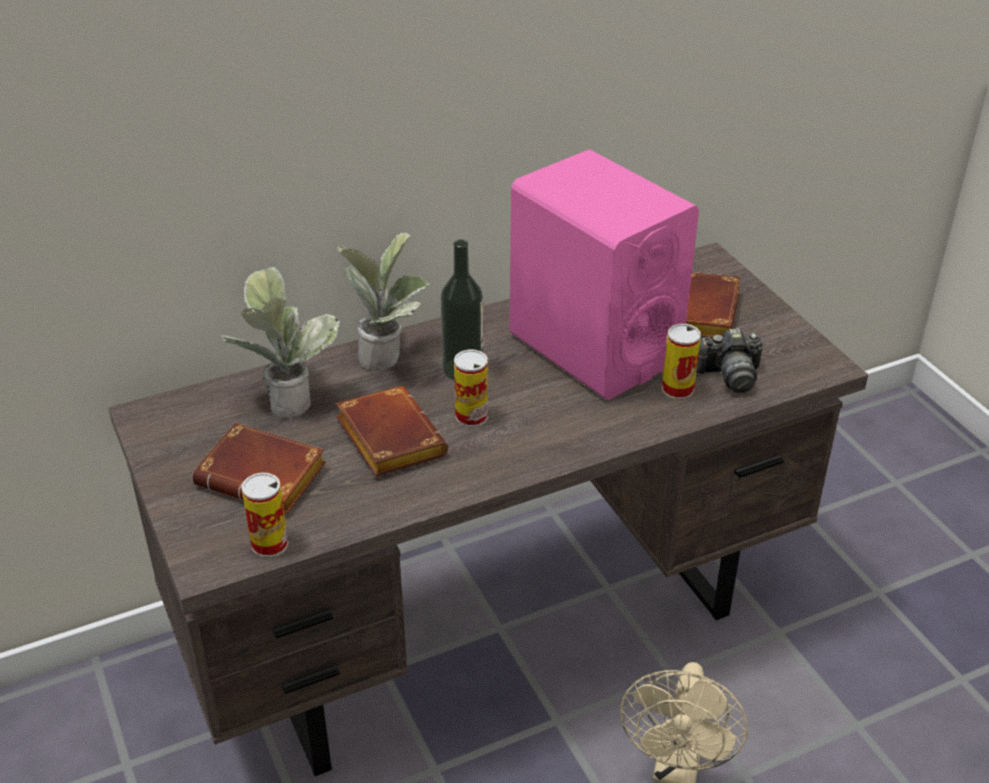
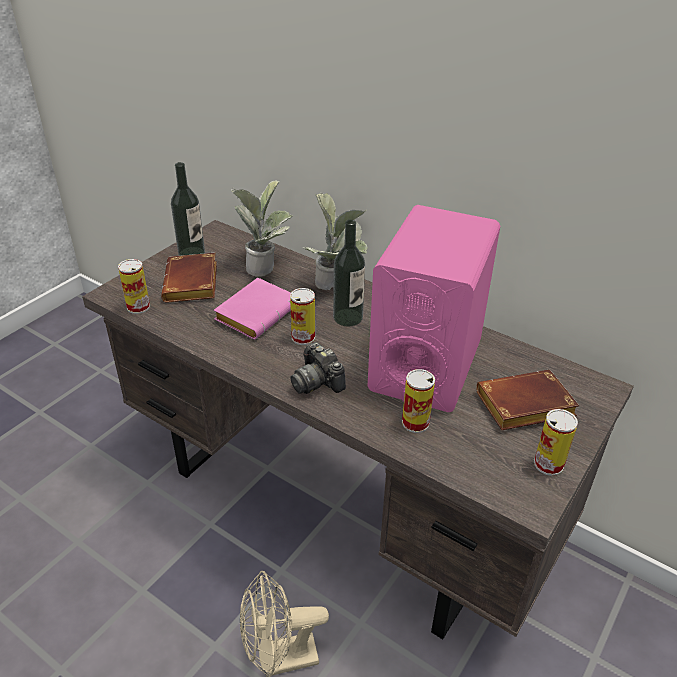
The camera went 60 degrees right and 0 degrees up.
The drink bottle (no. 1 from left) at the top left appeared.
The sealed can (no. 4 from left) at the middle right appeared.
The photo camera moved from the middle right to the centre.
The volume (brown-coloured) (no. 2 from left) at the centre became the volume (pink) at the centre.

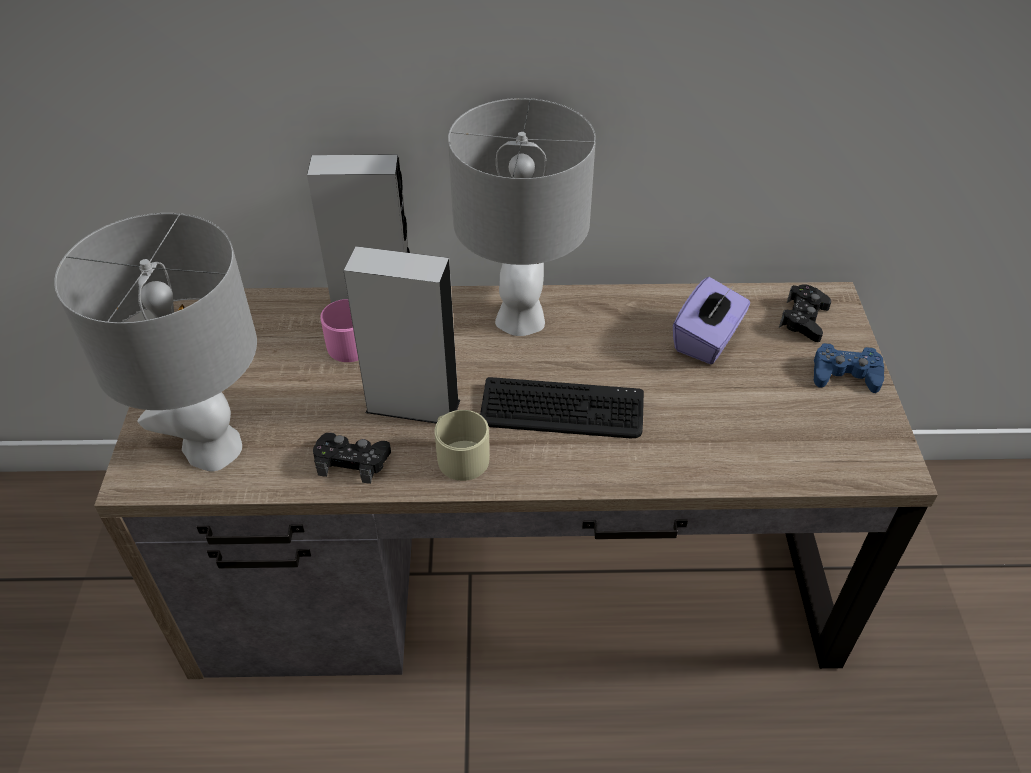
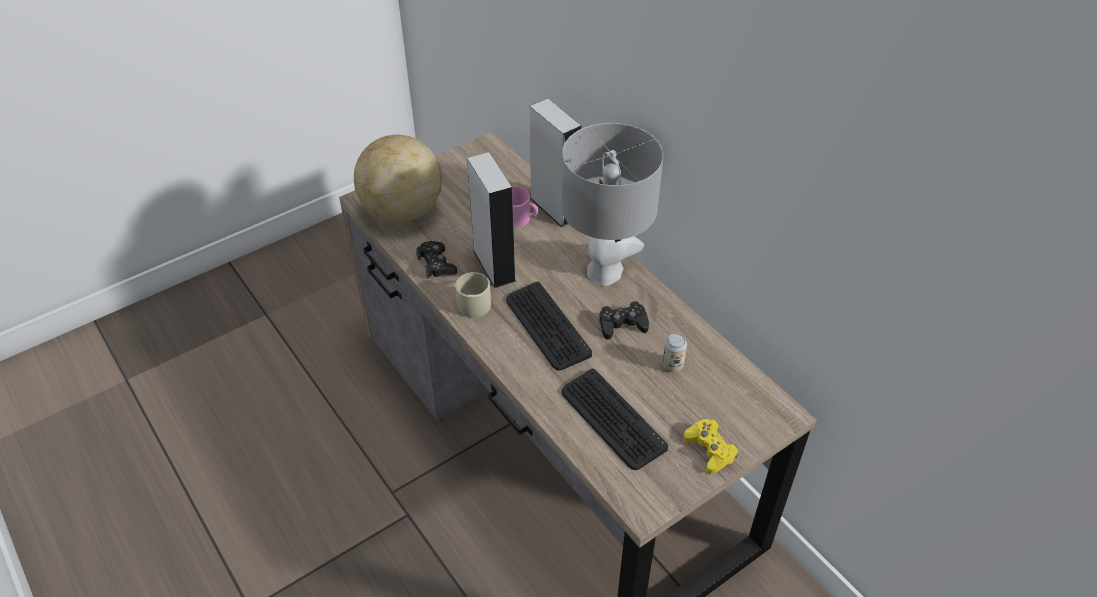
The camera went 55 degrees right and 0 degrees up.
The computer keyboard (no. 2 from left) at the bottom centre appeared.
The joypad (black) (no. 2 from left) moved from the middle right to the centre.
The table lamp (grey) (no. 1 from left) at the middle left was replaced by the world globe at the top centre.
The box of tissues (purple) at the middle right was replaced by the sealed can at the centre.
The joypad (blue) at the middle right became the joypad (yellow-coloured) at the bottom centre.

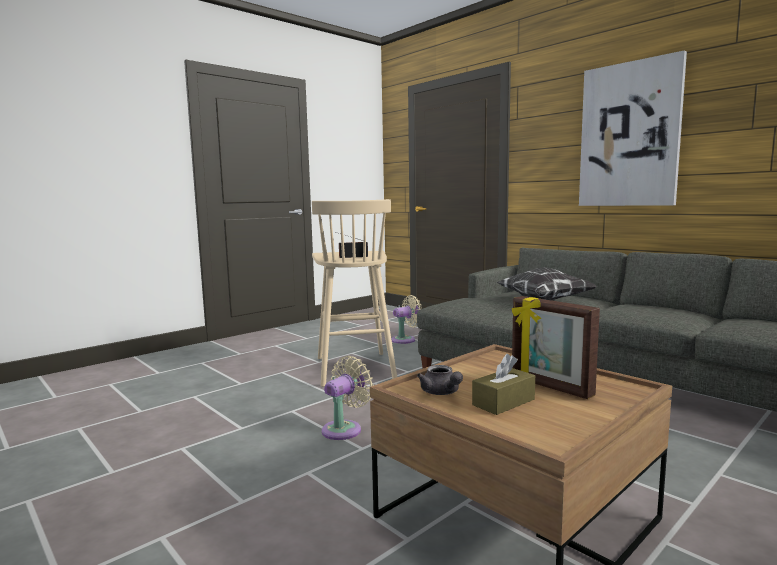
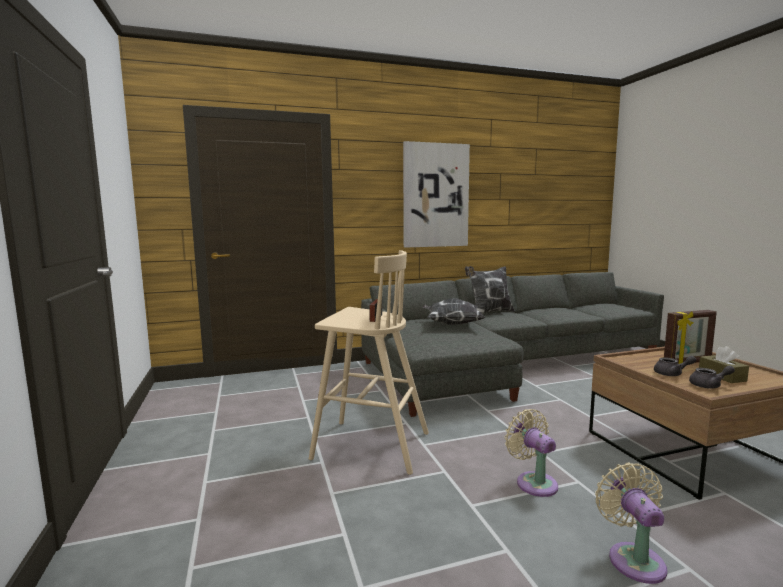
The camera went 65 degrees left and 0 degrees up.
The throw pillow (no. 2 from left) at the centre appeared.
The tea pot (grey) (no. 1 from left) at the middle right appeared.
The fan (sand-coloured) (no. 2 from left) moved from the centre to the bottom right.

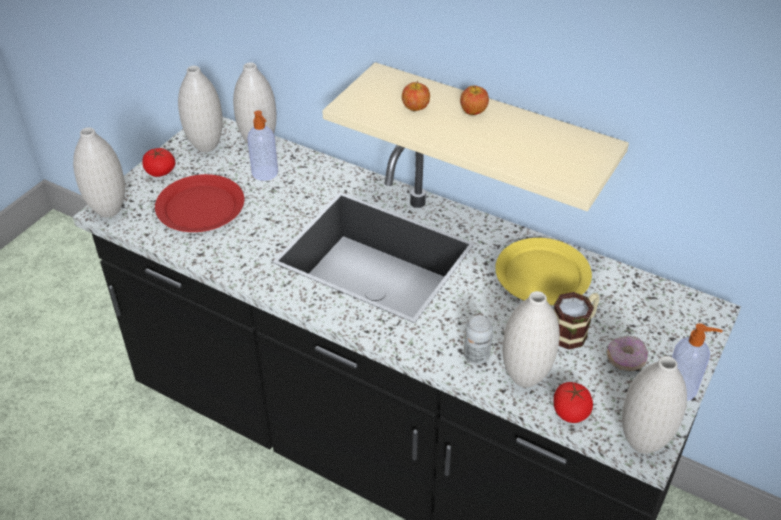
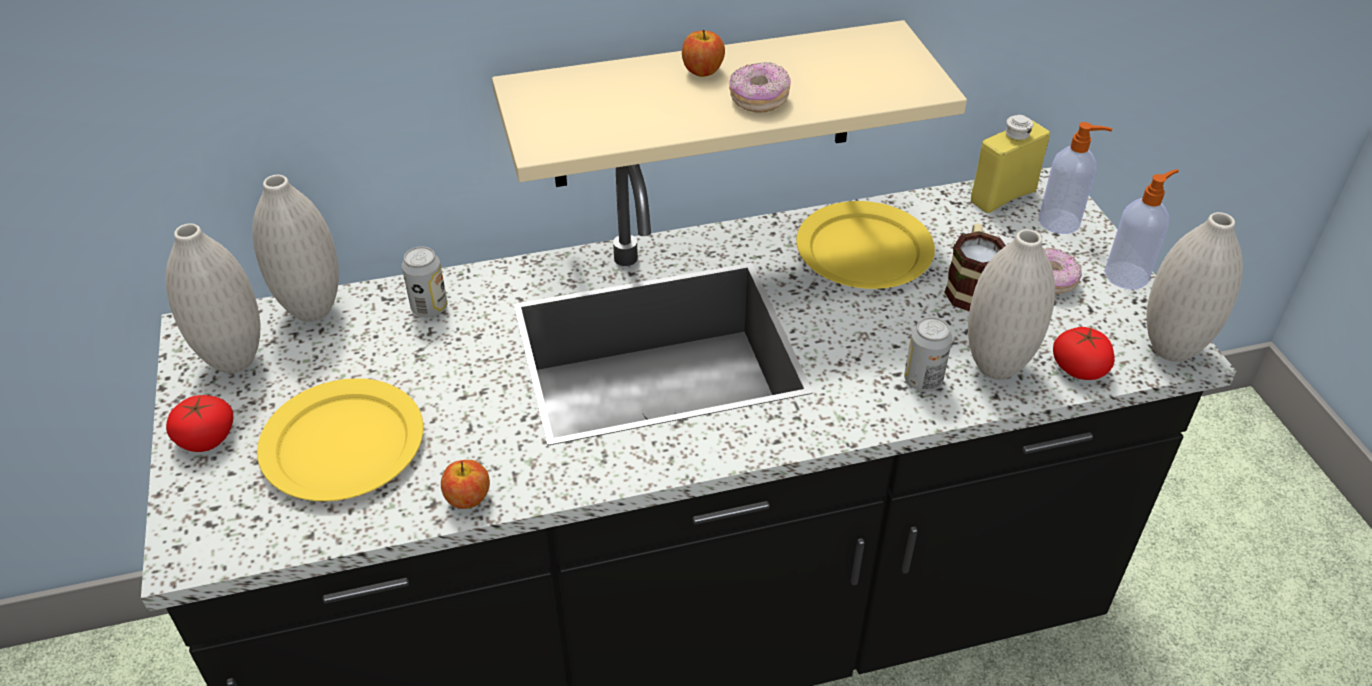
The camera went 45 degrees left and 0 degrees up.
The flower vase (whitish) (no. 1 from left) at the top left disappeared.
The sealed can (no. 1 from left) at the middle left appeared.
The donut (no. 1 from left) at the top centre appeared.
The drink bottle (yellow-coloured) at the top right appeared.
The soap bottle (no. 1 from left) moved from the top centre to the top right.
The apple fruit (no. 1 from left) moved from the top centre to the bottom centre.
The flat dish (red) at the middle left became the flat dish (yellow-coloured) (no. 1 from left) at the middle left.

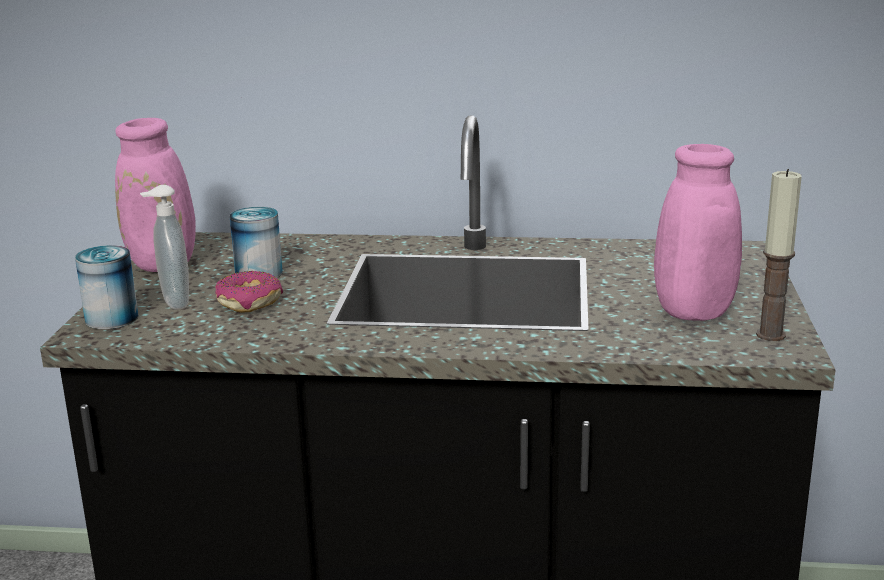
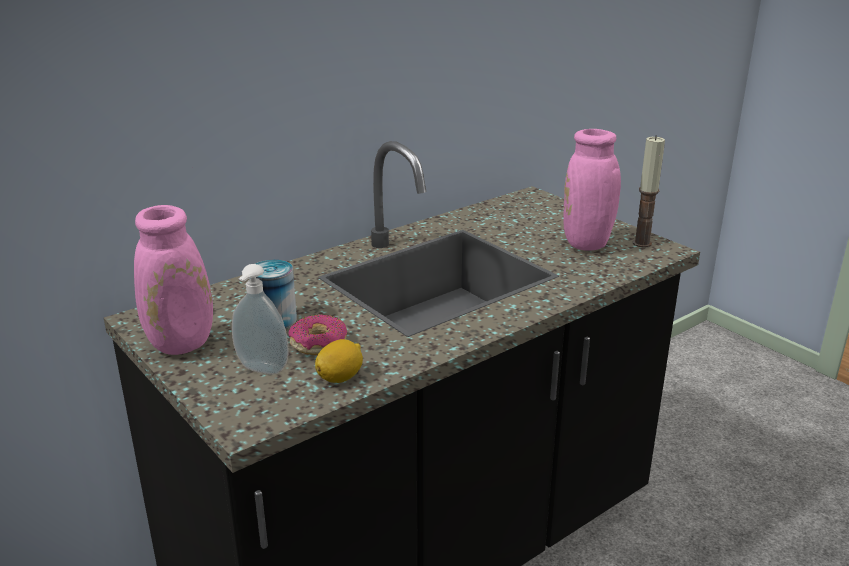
The camera went 45 degrees left and 5 degrees up.
The sealed can (no. 1 from left) at the middle left disappeared.
The lemon at the centre appeared.

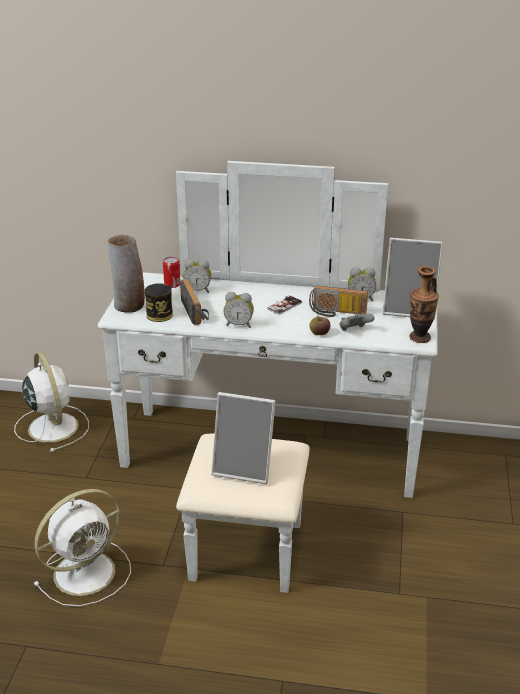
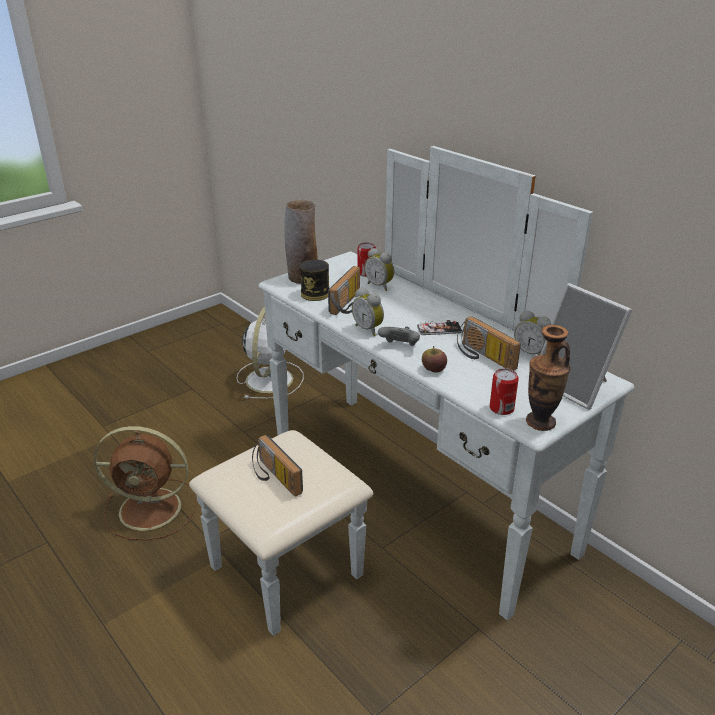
The camera went 40 degrees right and 0 degrees up.
The sealed can (no. 3 from left) at the middle right appeared.
The joypad (grey) moved from the middle right to the centre.
The photo frame (no. 1 from left) at the centre was replaced by the radio (no. 1 from left) at the centre.
The fan (whitish) (no. 2 from left) at the bottom left became the fan (brown-coloured) at the bottom left.

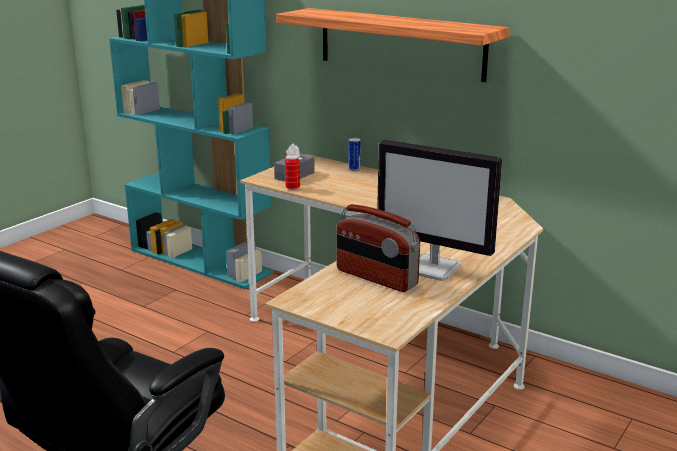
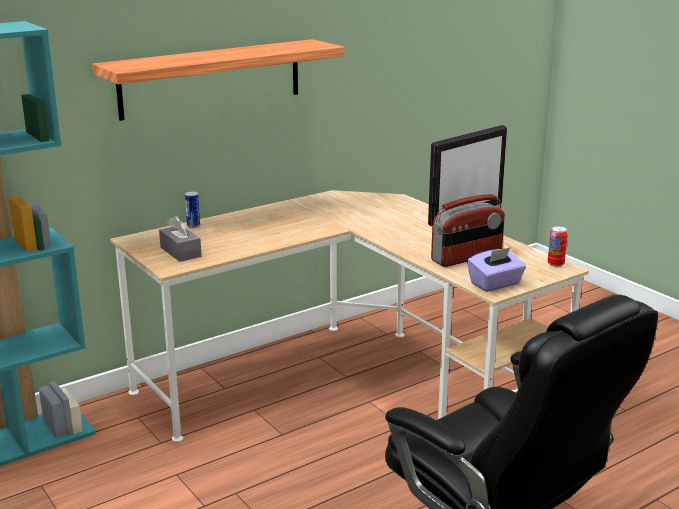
The camera went 70 degrees left and 0 degrees up.
The box of tissues (purple) at the middle right appeared.
The sealed can (no. 1 from left in the first image) moved from the centre to the middle right.

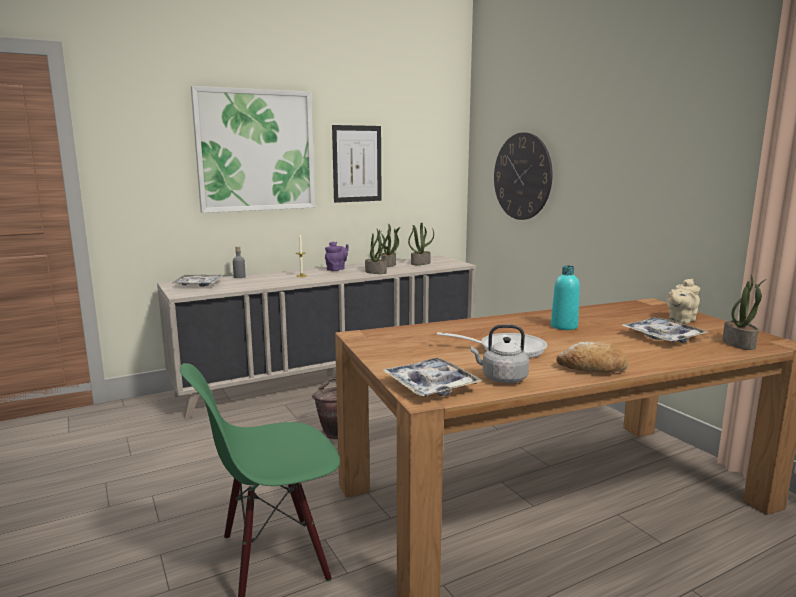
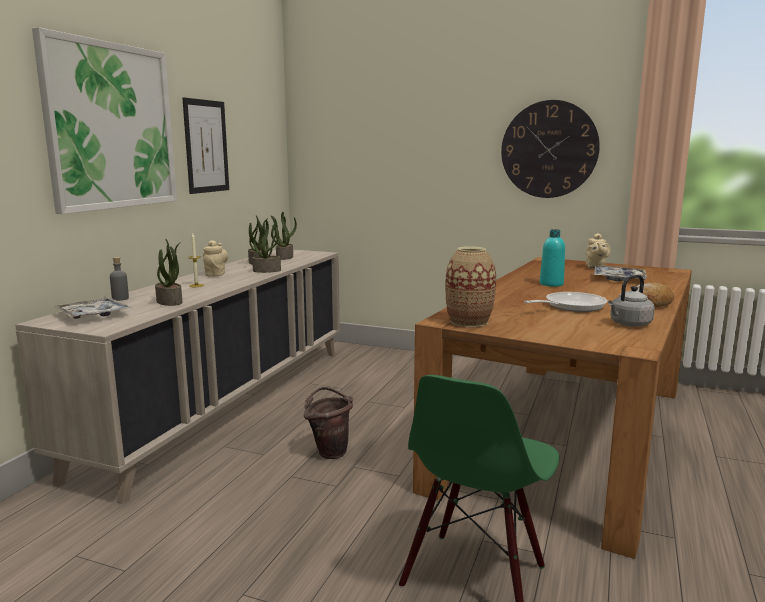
The camera went 40 degrees left and 0 degrees up.
The carrying tray (no. 2 from left) at the centre disappeared.
The flower vase at the centre appeared.
The hanging clock moved from the top centre to the top right.
The houseplant (no. 4 from left in the first image) moved from the middle right to the middle left.
The tea pot (purple) at the centre became the tea pot (sand-coloured) (no. 1 from left) at the middle left.

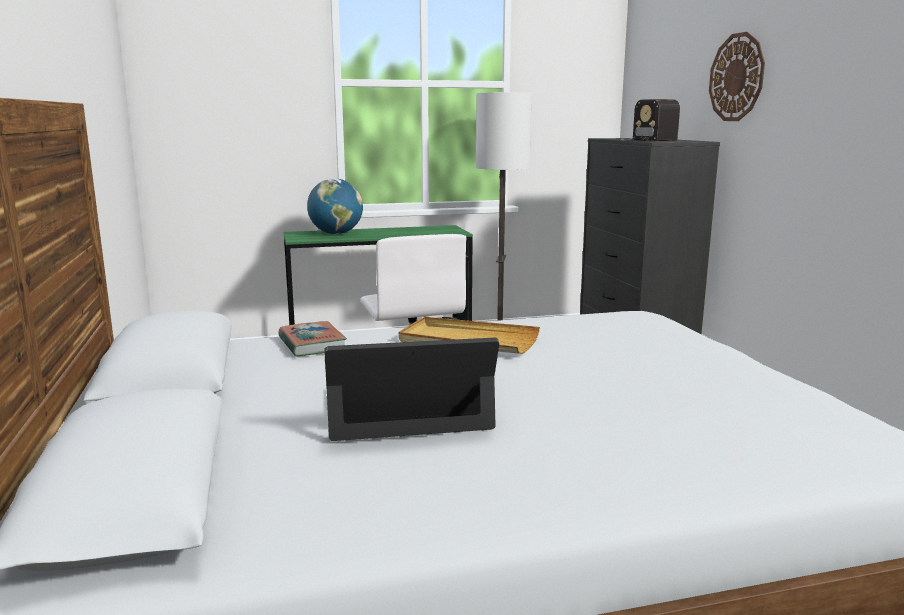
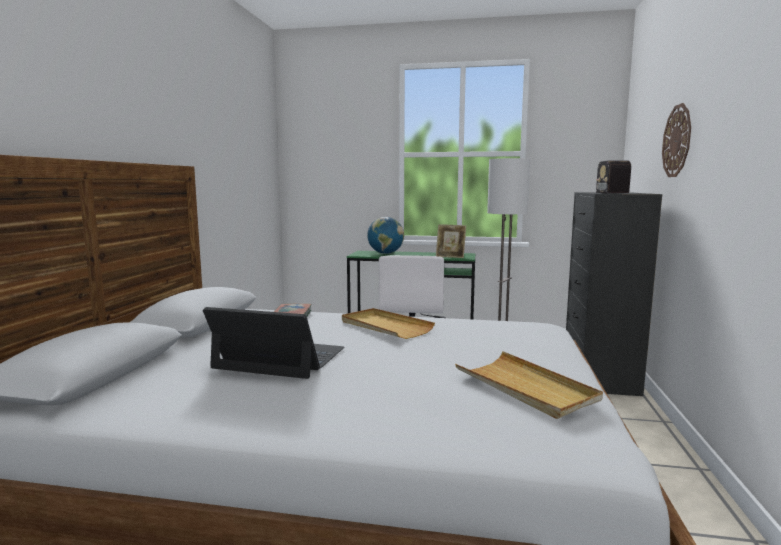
The camera went 25 degrees right and 5 degrees down.
The photo frame at the centre appeared.
The carrying tray (sand-coloured) (no. 2 from left) at the bottom right appeared.

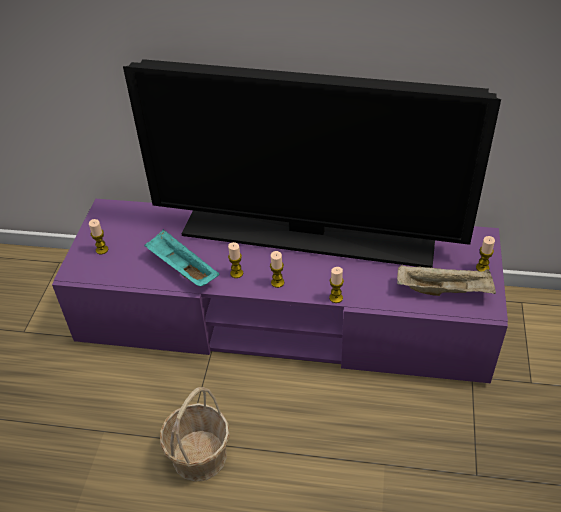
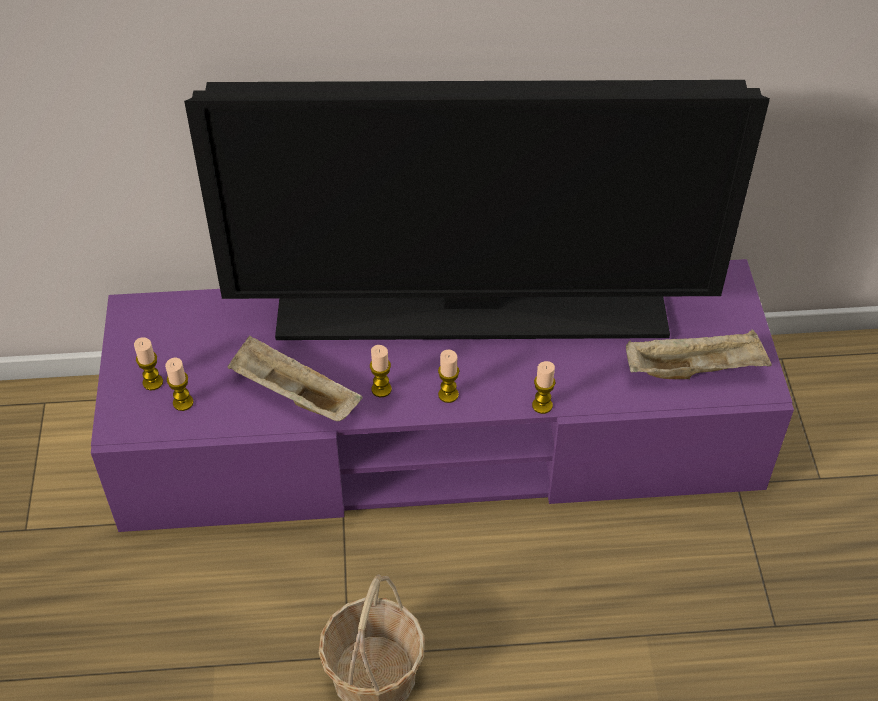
The camera went 15 degrees left and 5 degrees up.
The wax candle (no. 5 from left in the first image) moved from the middle right to the middle left.
The carrying tray (blue-green) at the middle left became the carrying tray (sand-coloured) (no. 1 from left) at the centre.

